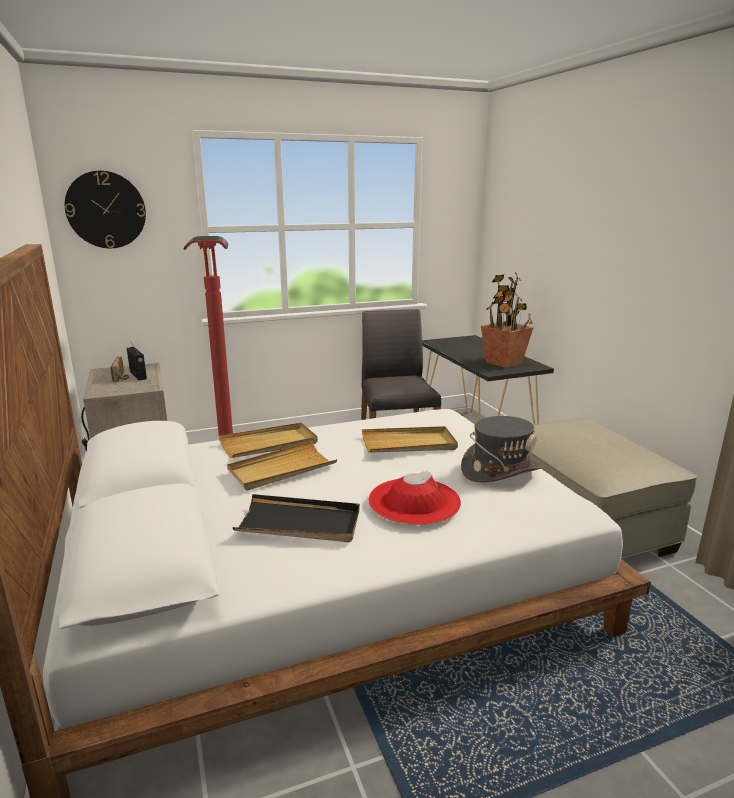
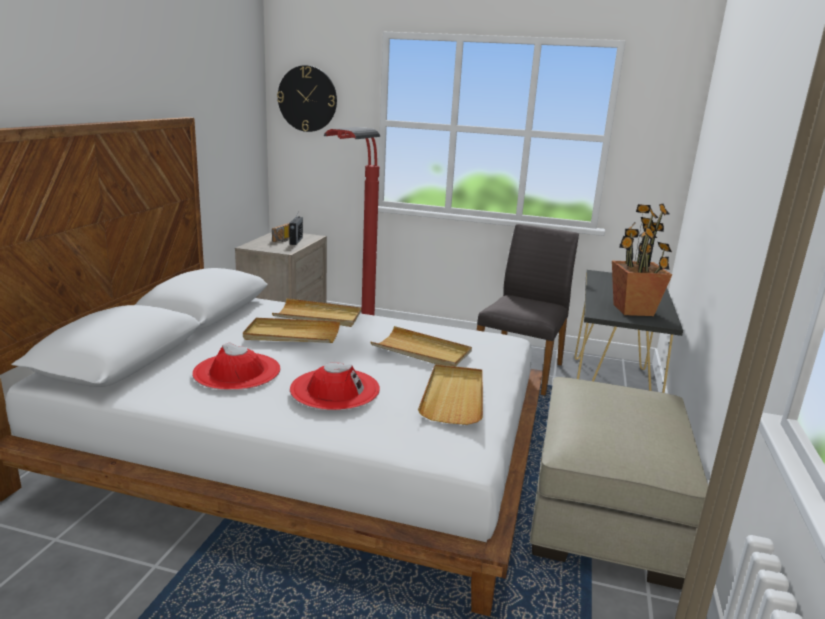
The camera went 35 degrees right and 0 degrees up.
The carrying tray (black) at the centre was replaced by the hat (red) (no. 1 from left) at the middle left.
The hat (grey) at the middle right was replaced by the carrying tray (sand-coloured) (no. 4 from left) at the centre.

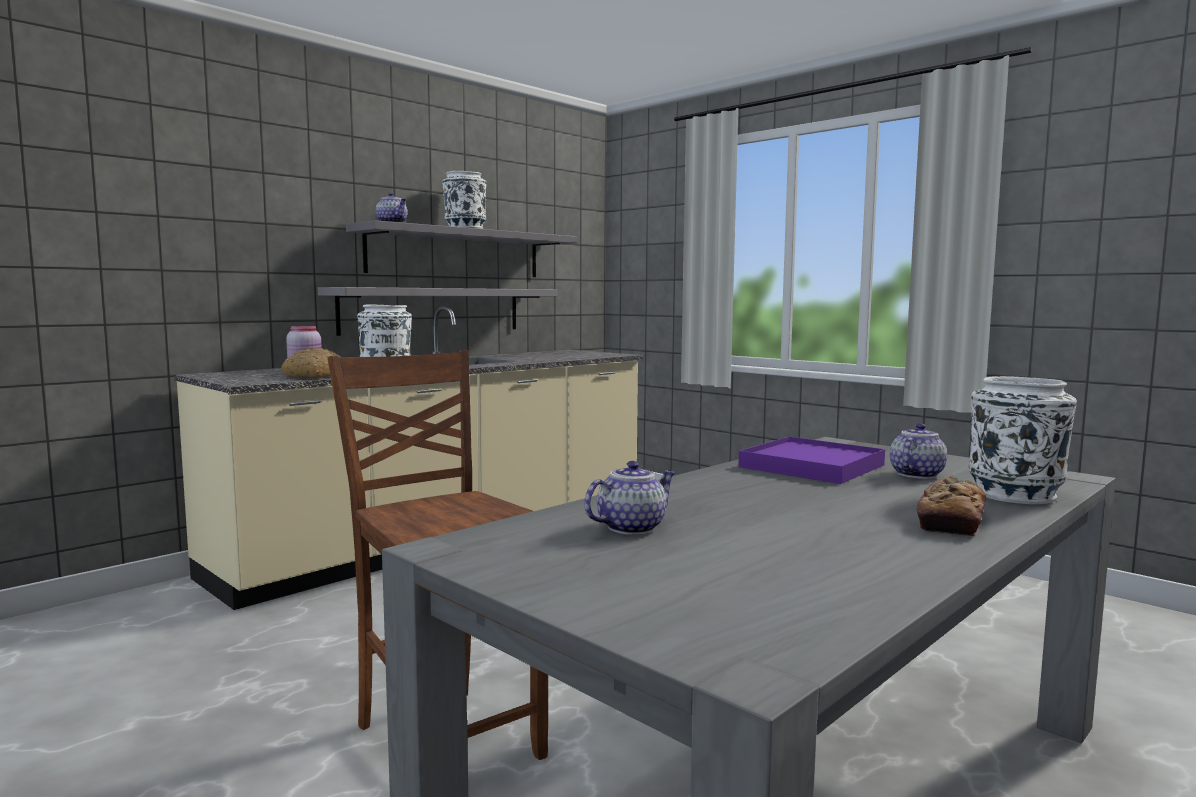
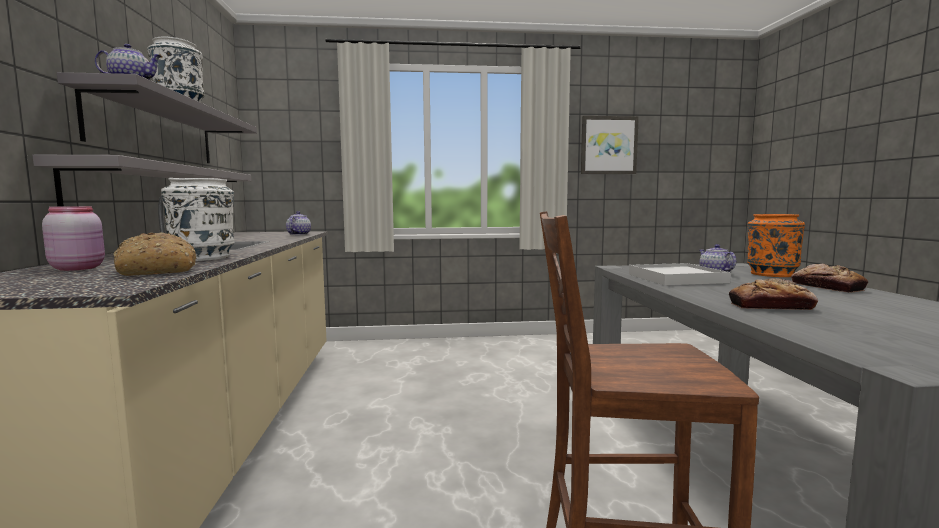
The camera went 50 degrees left and 0 degrees up.
The picture at the top centre appeared.
The bakery bread (no. 2 from left) at the middle right appeared.
The tea pot (no. 2 from left) moved from the centre to the middle left.
The carrying tray (purple) at the middle right became the carrying tray (whitish) at the middle right.
The flower vase (whitish) (no. 3 from left) at the middle right became the flower vase (orangey) at the middle right.

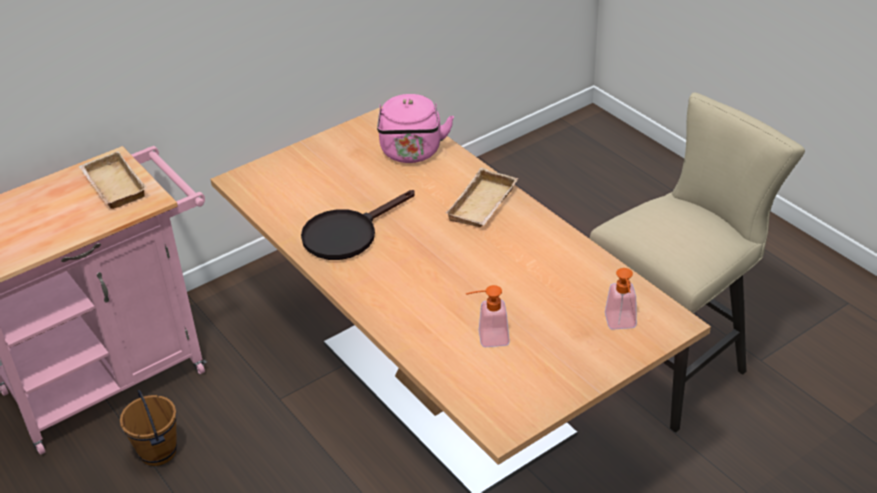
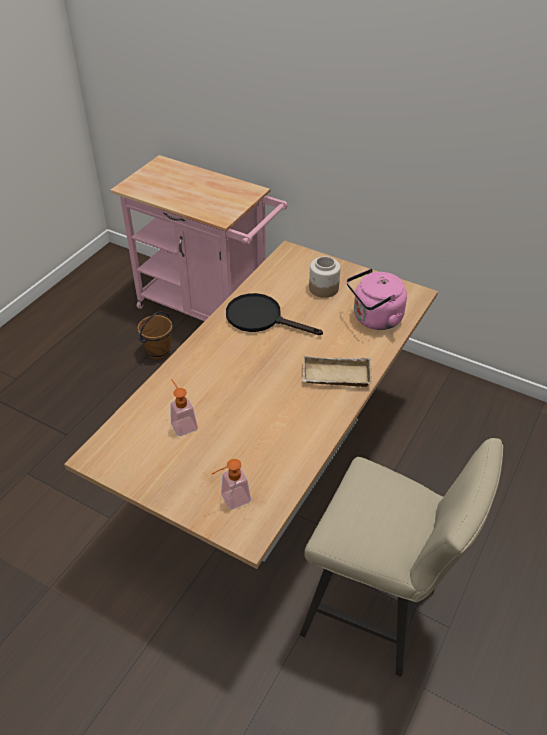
The camera went 65 degrees right and 5 degrees up.
The carrying tray (sand-coloured) (no. 1 from left) at the middle left disappeared.
The storage jar at the centre appeared.

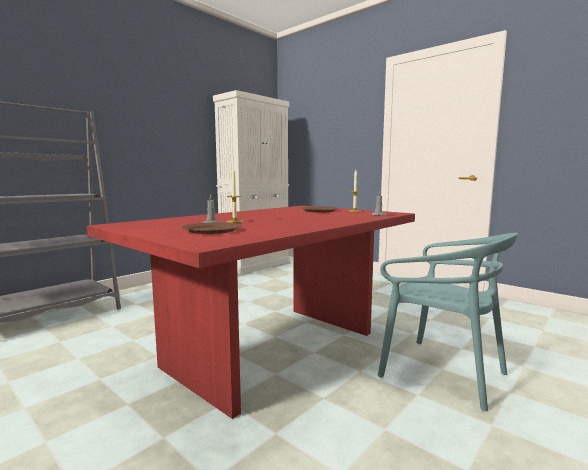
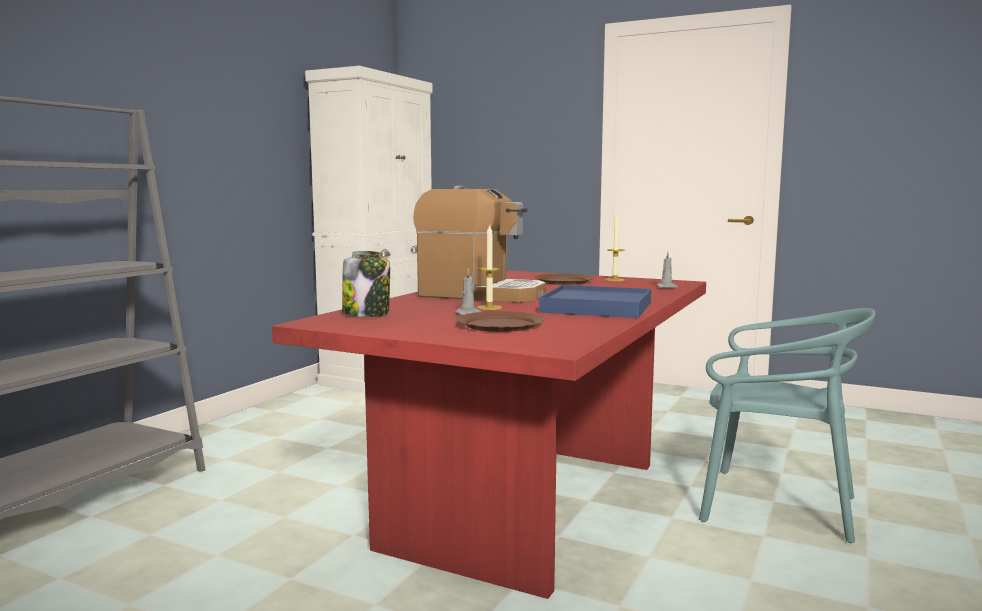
The camera went 15 degrees left and 0 degrees up.
The storage jar at the centre appeared.
The coffee machine at the centre appeared.
The carrying tray (blue) at the centre appeared.

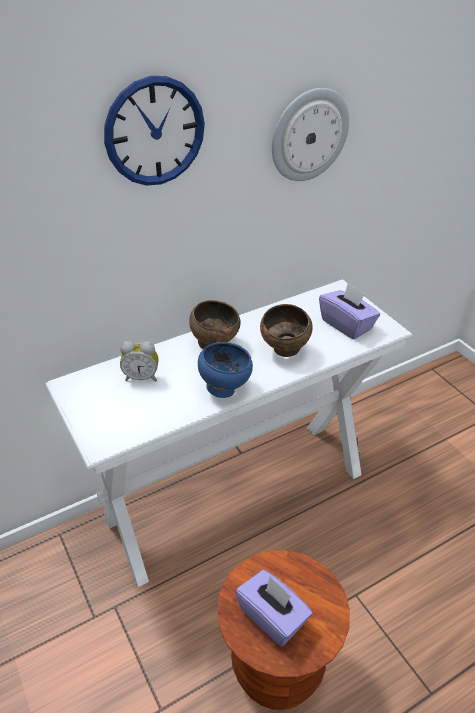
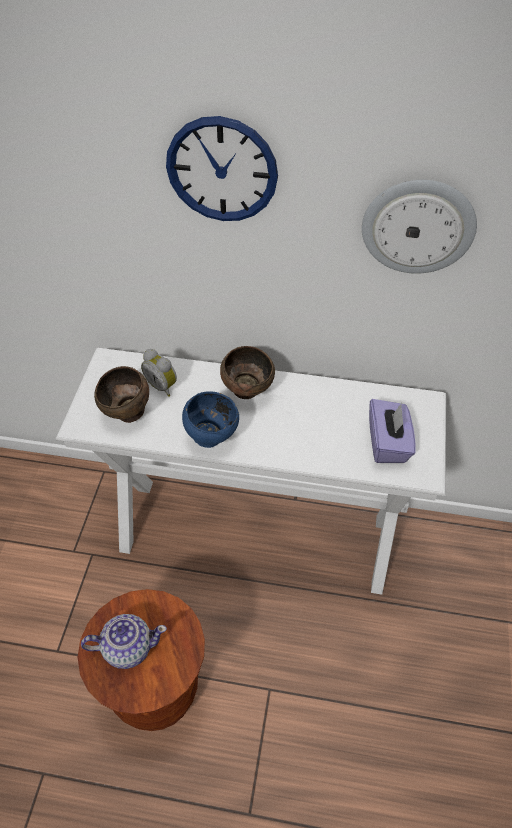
The camera went 40 degrees right and 10 degrees up.
The bowl (brown-coloured) (no. 2 from left in the first image) moved from the centre to the middle left.
The box of tissues (purple) (no. 1 from left) at the bottom centre was replaced by the tea pot at the bottom left.

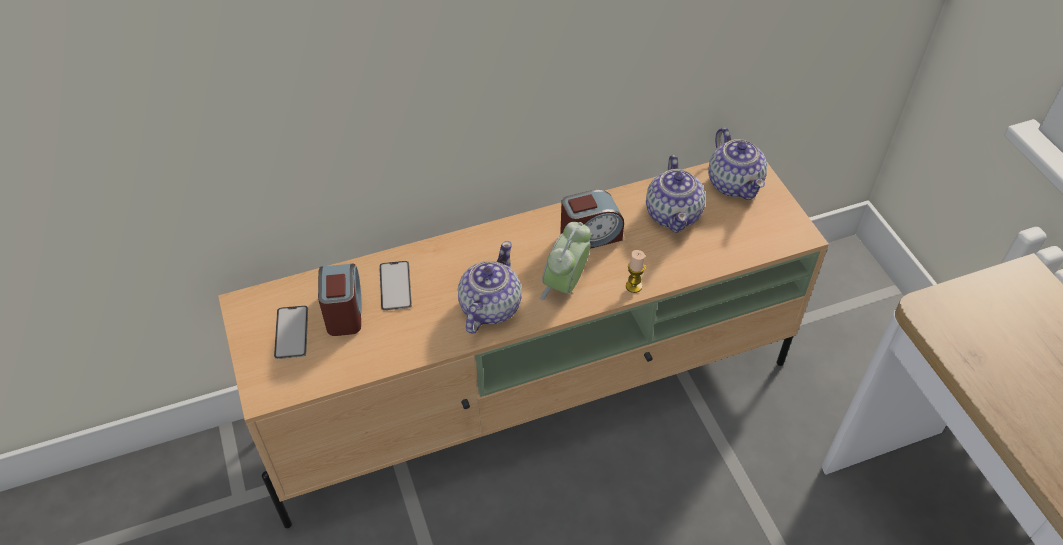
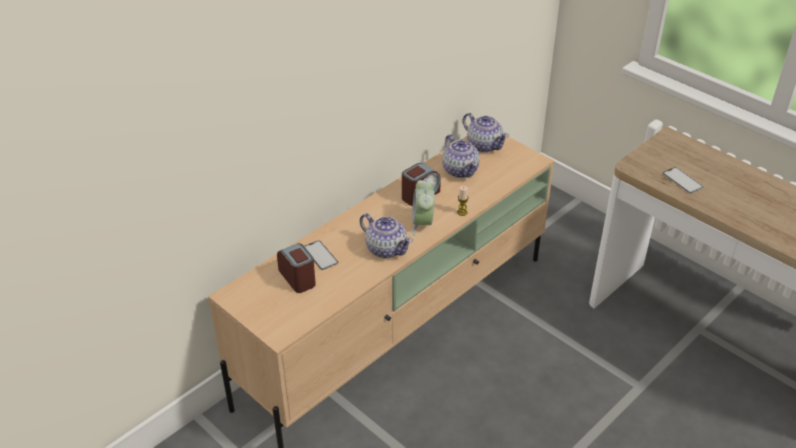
The camera went 25 degrees left and 10 degrees down.
The telephone (no. 1 from left in the first image) moved from the middle left to the middle right.
The tea pot (no. 1 from left) at the centre turned 135 degrees clockwise.

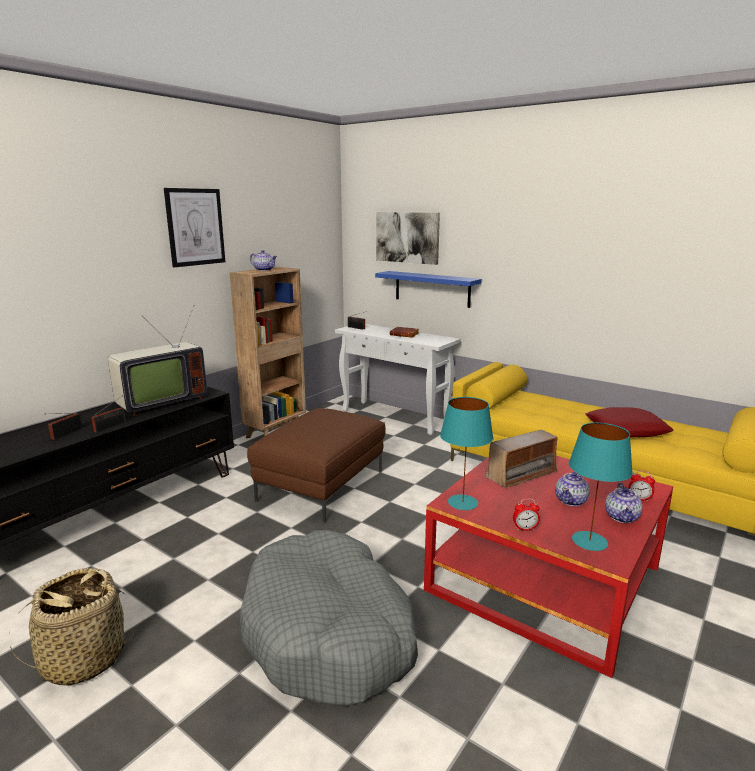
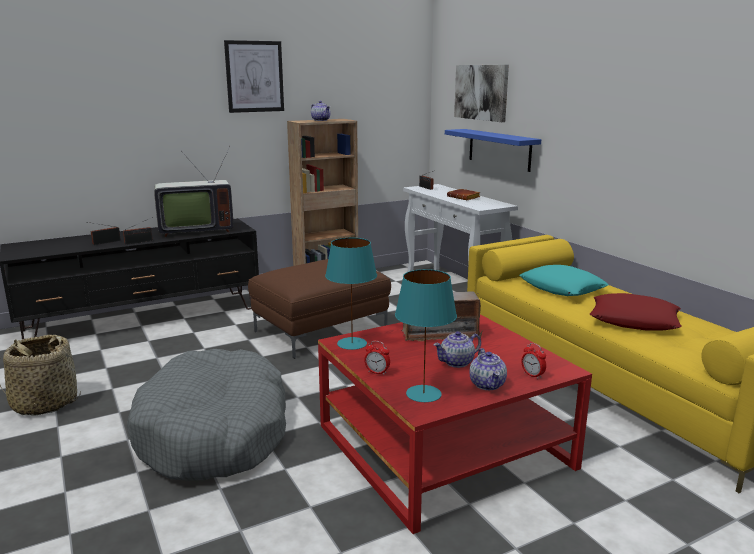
The camera went 25 degrees right and 0 degrees up.
The throw pillow (blue-green) at the middle right appeared.
The tea pot (no. 3 from left) at the middle right turned 45 degrees counterclockwise.

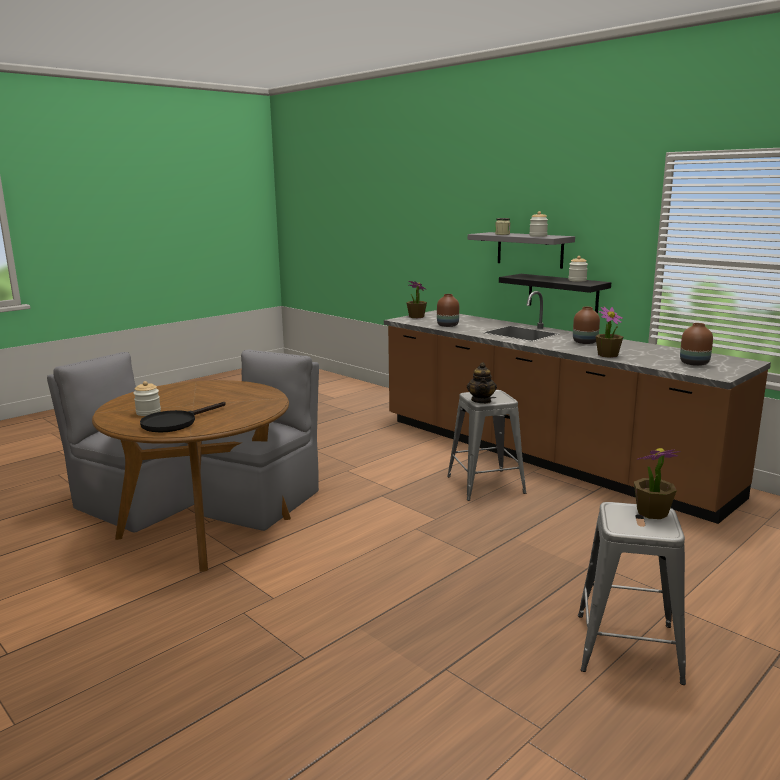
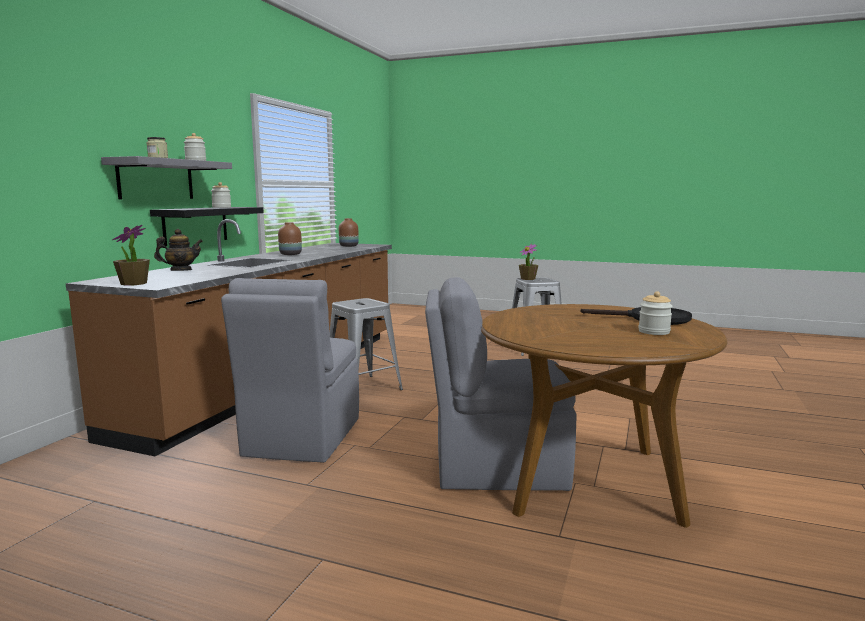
The camera went 115 degrees left and 5 degrees down.
The flower vase (brown-coloured) (no. 1 from left) at the centre disappeared.
The houseplant (no. 2 from left) at the middle right disappeared.
The plain chair (grey) (no. 1 from left) moved from the middle left to the centre.
The tea pot moved from the centre to the middle left.

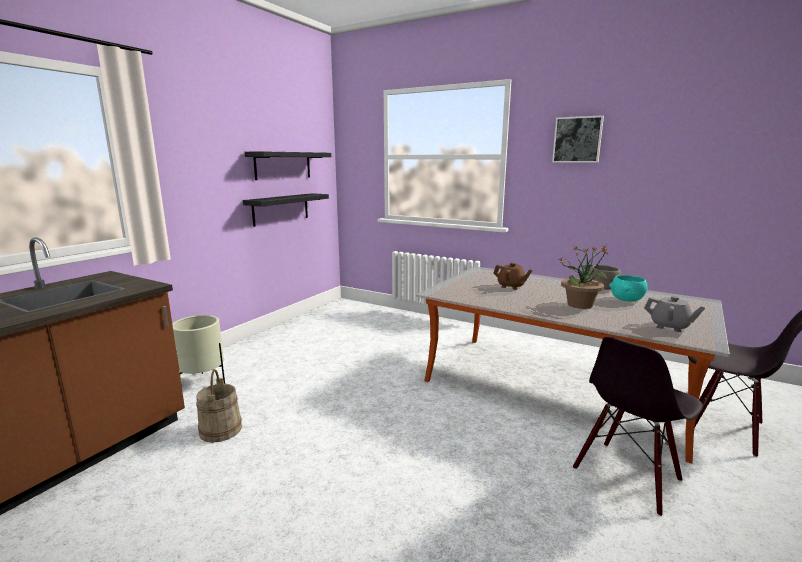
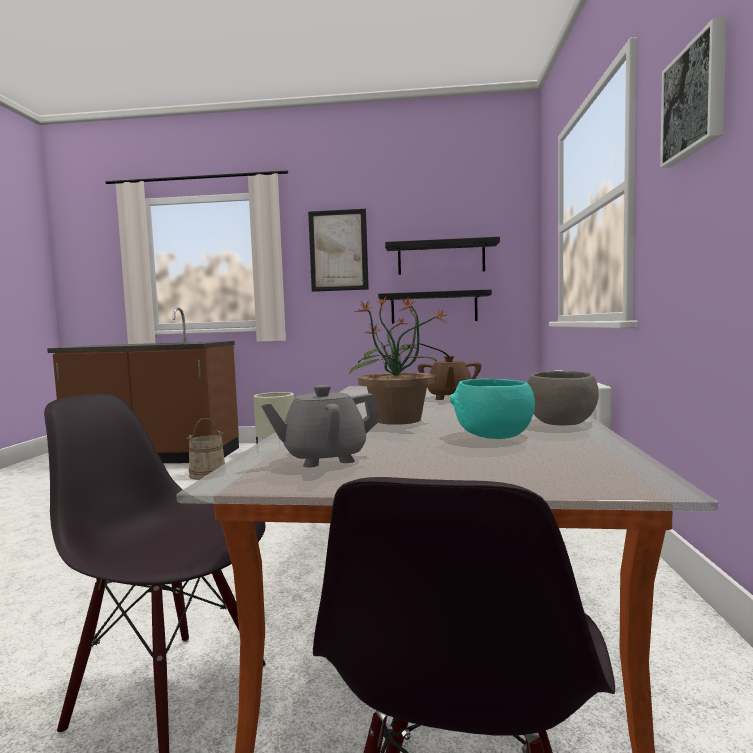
The camera went 65 degrees right and 10 degrees down.
The picture (no. 1 from left) at the top centre appeared.
The tea pot (grey) at the middle right turned 60 degrees clockwise.

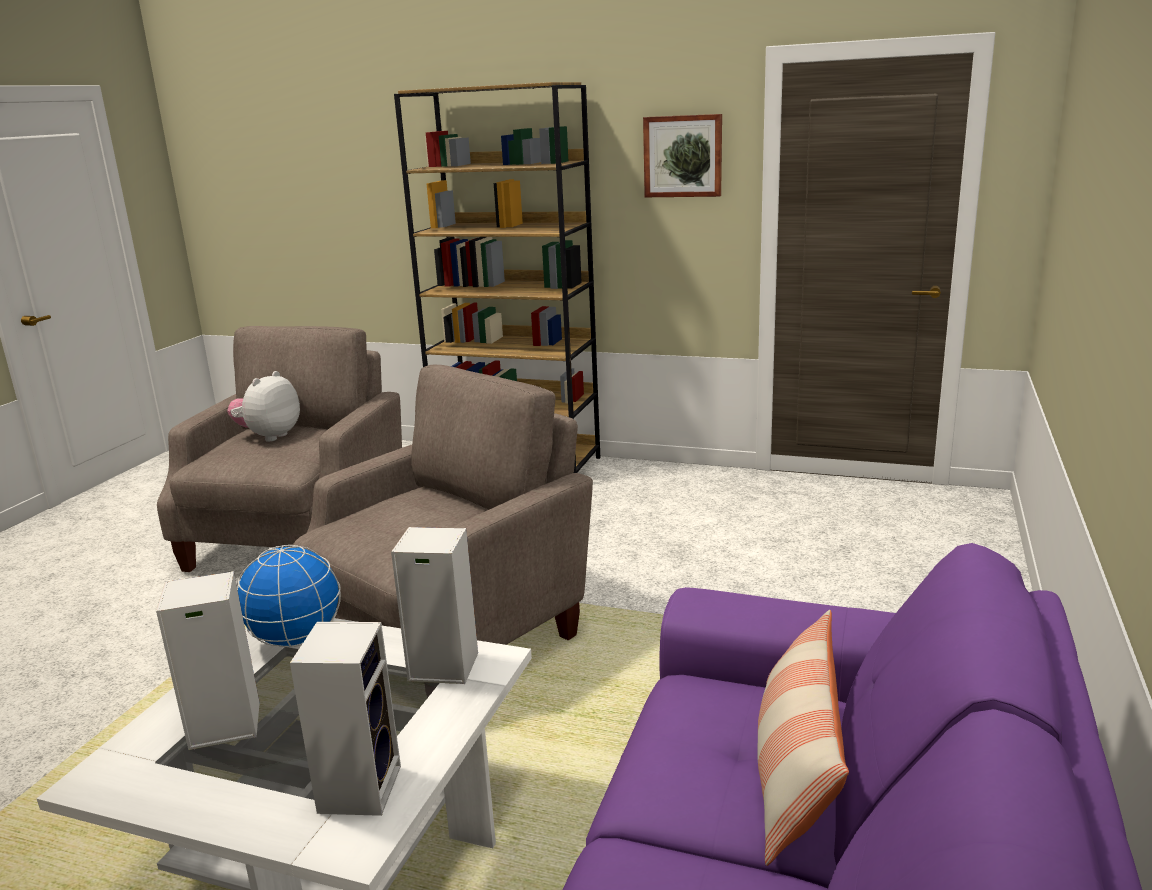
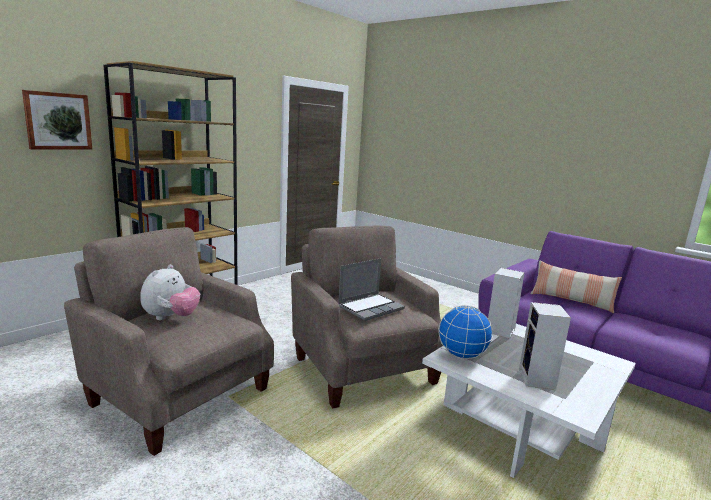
The camera went 70 degrees left and 5 degrees down.
The audio speaker (no. 2 from left) at the bottom left disappeared.
The laptop at the centre appeared.
The picture moved from the top centre to the top left.
The soft toy at the middle left turned 120 degrees counterclockwise.

